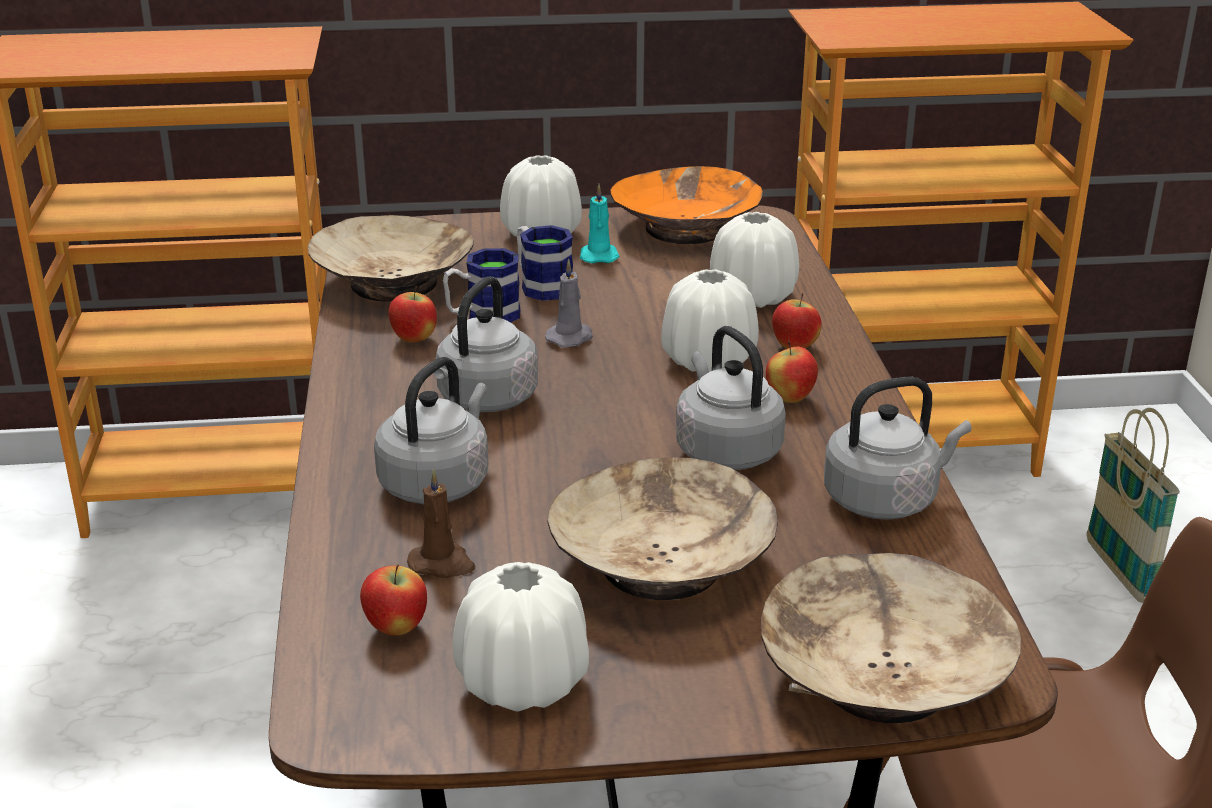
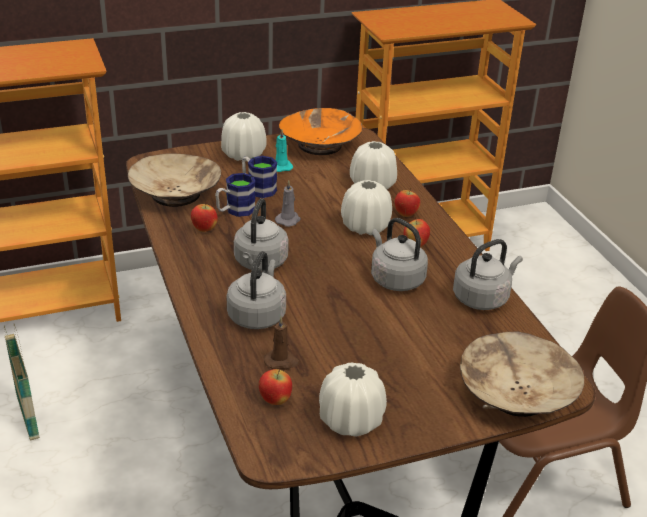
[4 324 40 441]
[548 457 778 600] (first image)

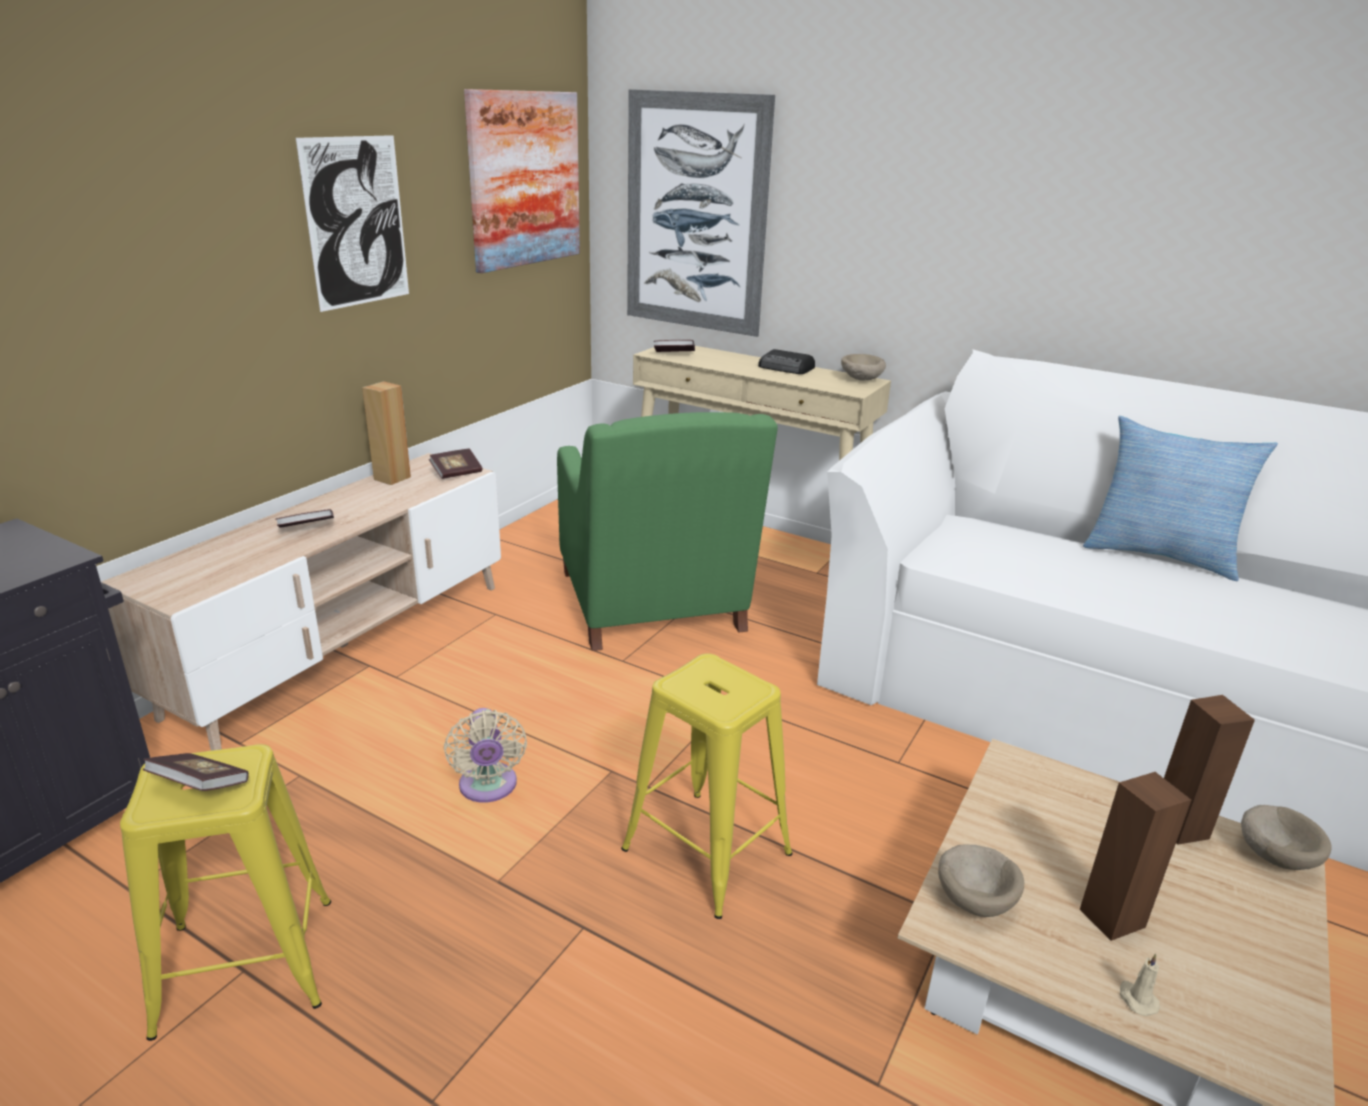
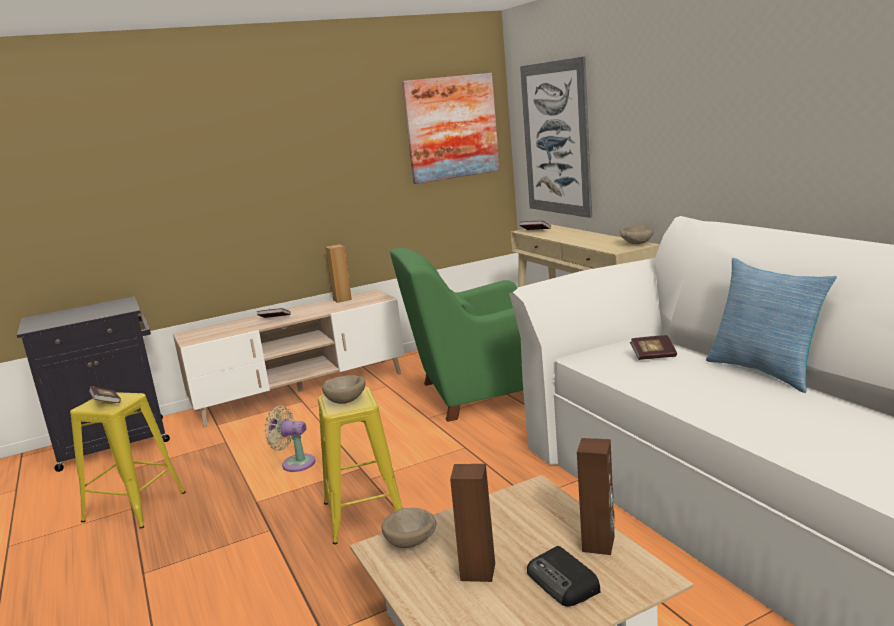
[296 135 409 312] (first image)
[527 546 600 607]
[390 248 523 422]
[630 335 677 360]
[264 405 315 472]
[322 375 366 404]
[1120 954 1160 1016] (first image)

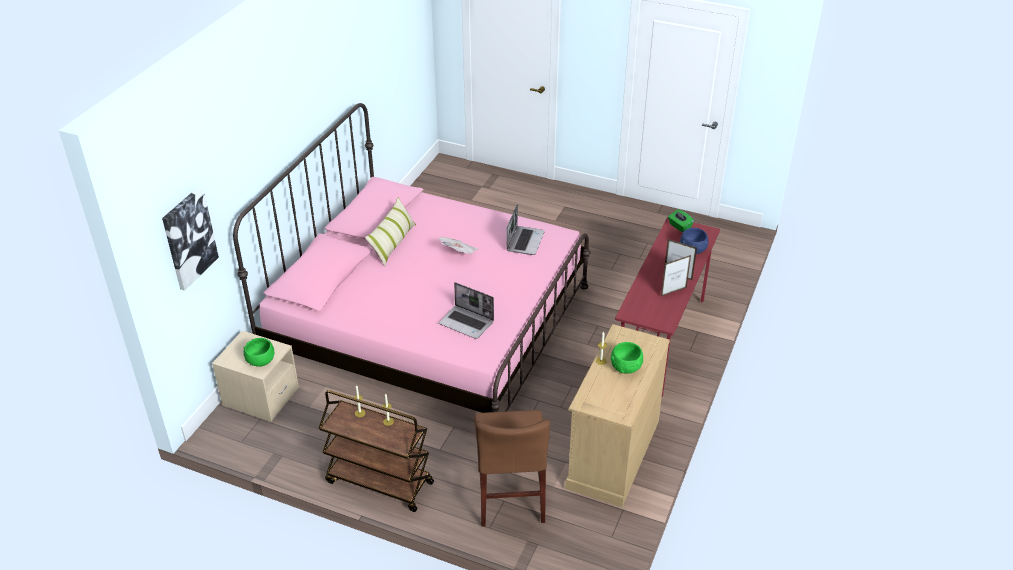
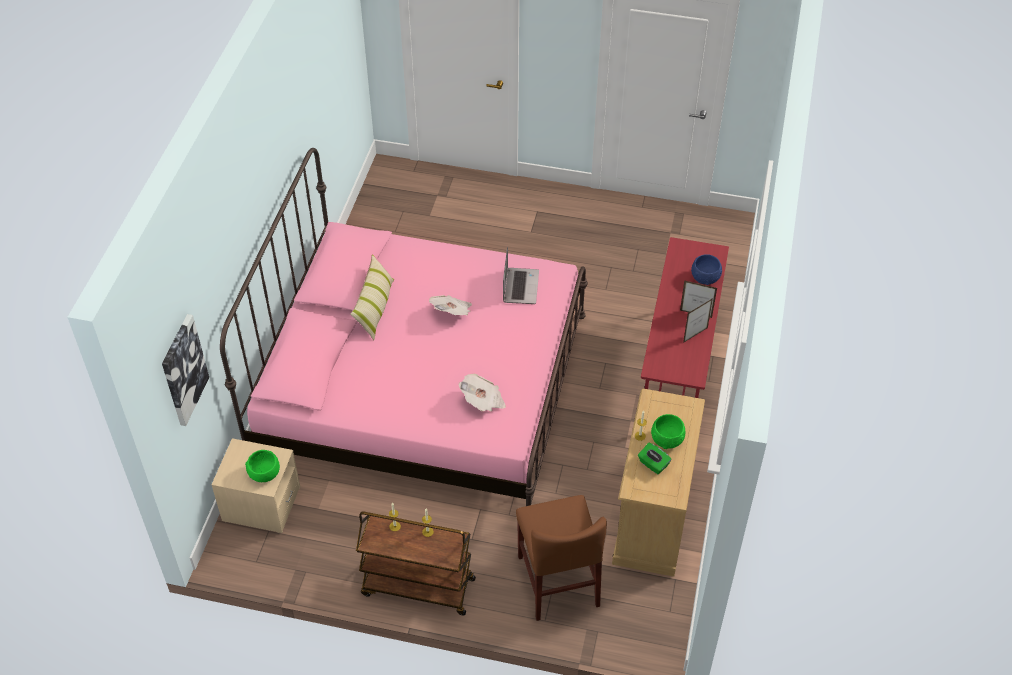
[638 443 671 474]
[459 374 506 412]

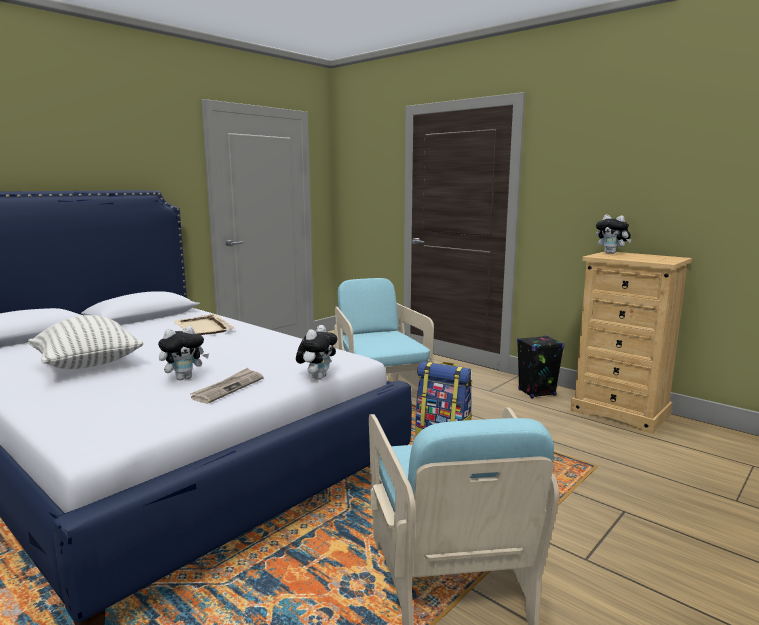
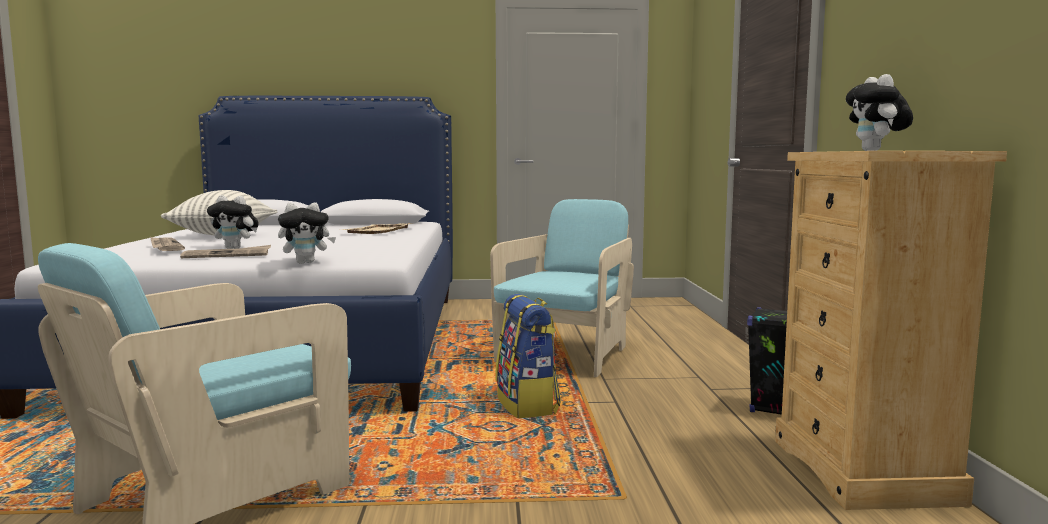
[150 236 185 251]

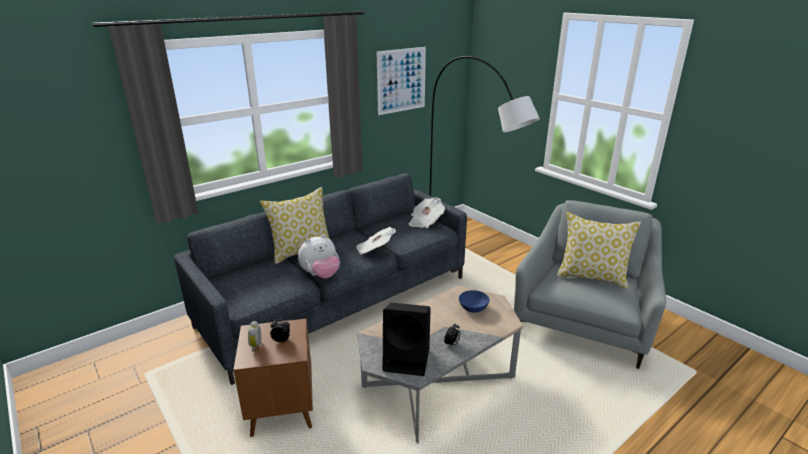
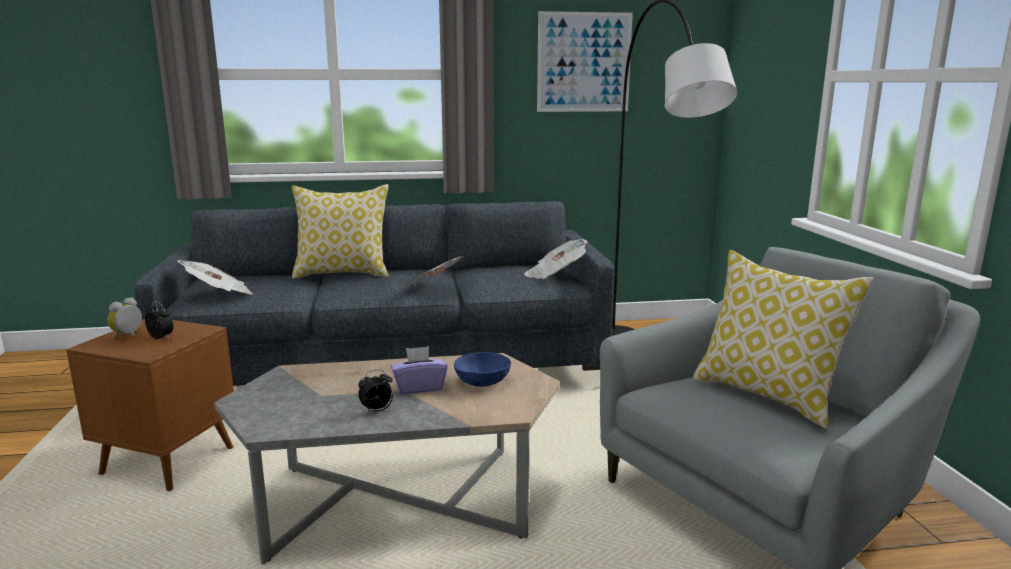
[298 234 340 278] (first image)
[383 303 431 376] (first image)
[177 260 253 294]
[391 346 448 395]

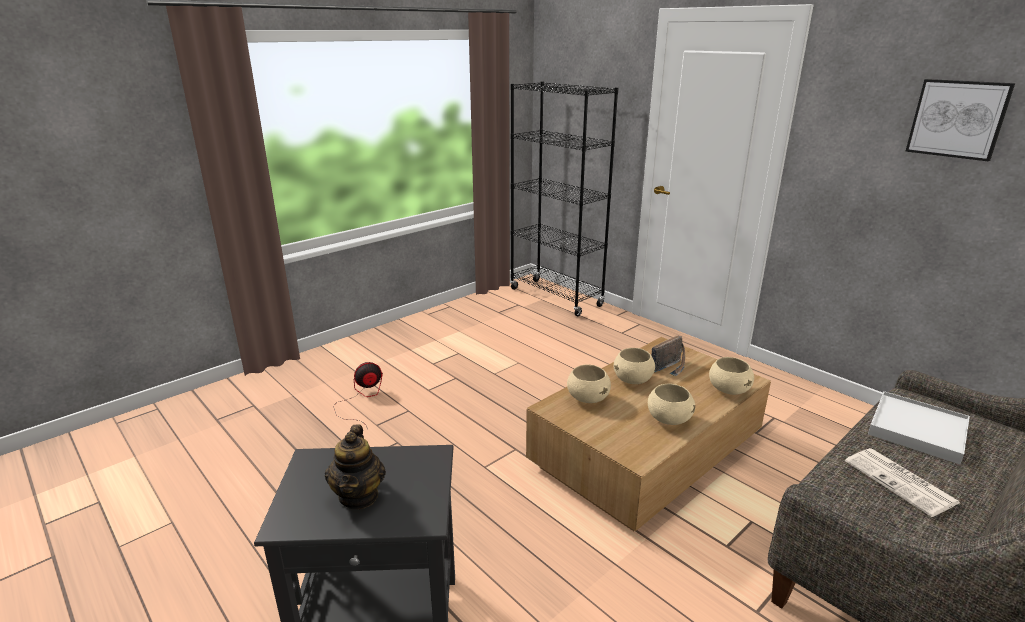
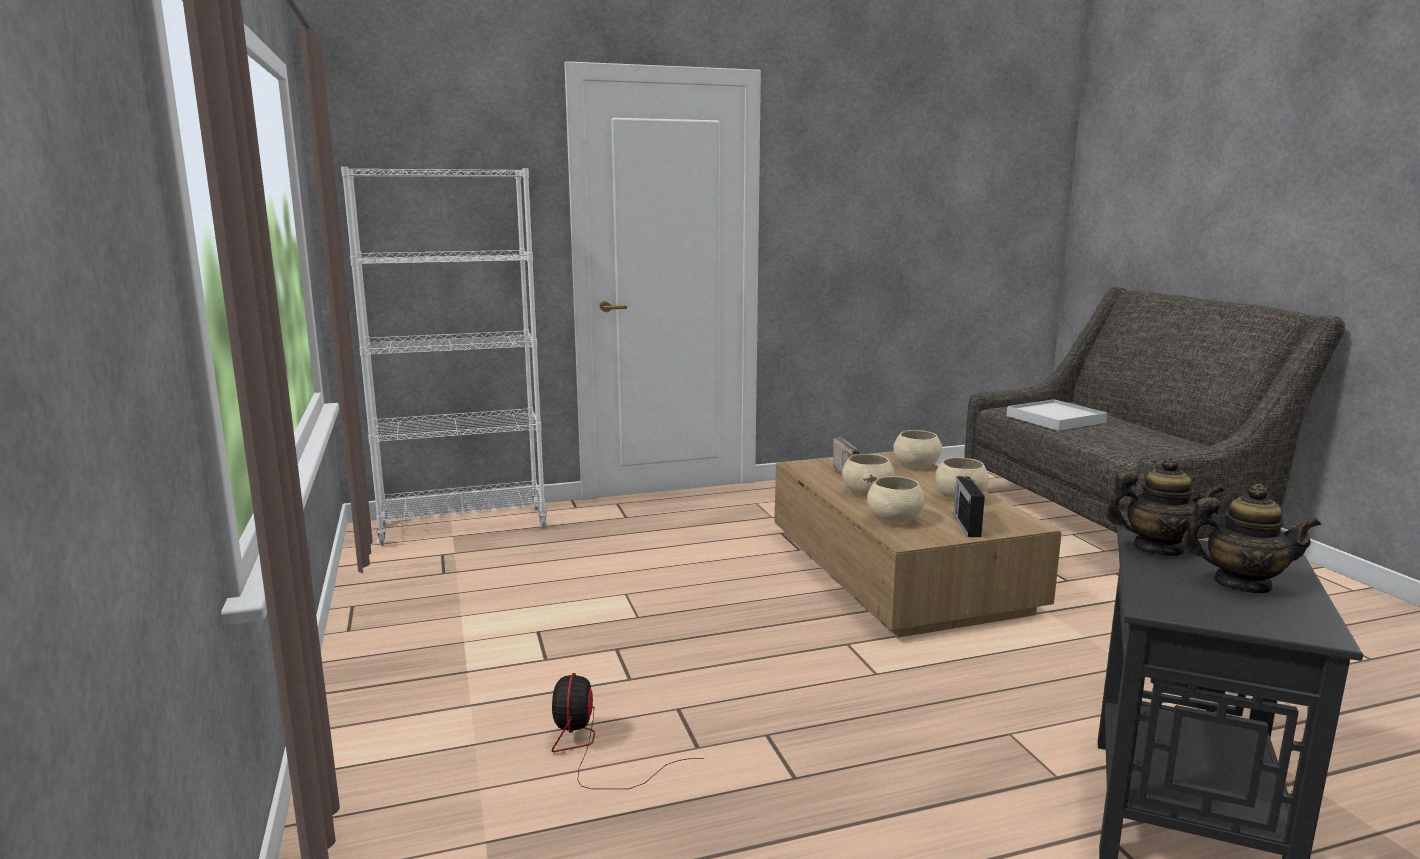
[905 79 1015 162] (first image)
[341 167 548 546]
[845 448 960 517] (first image)
[1105 457 1225 556]
[954 476 985 537]

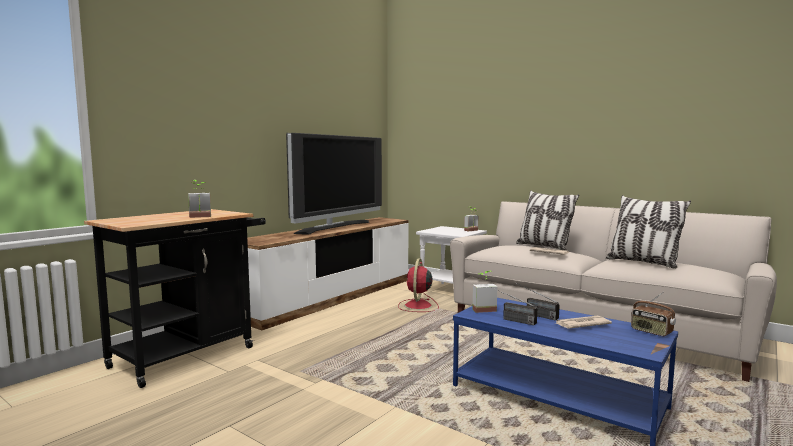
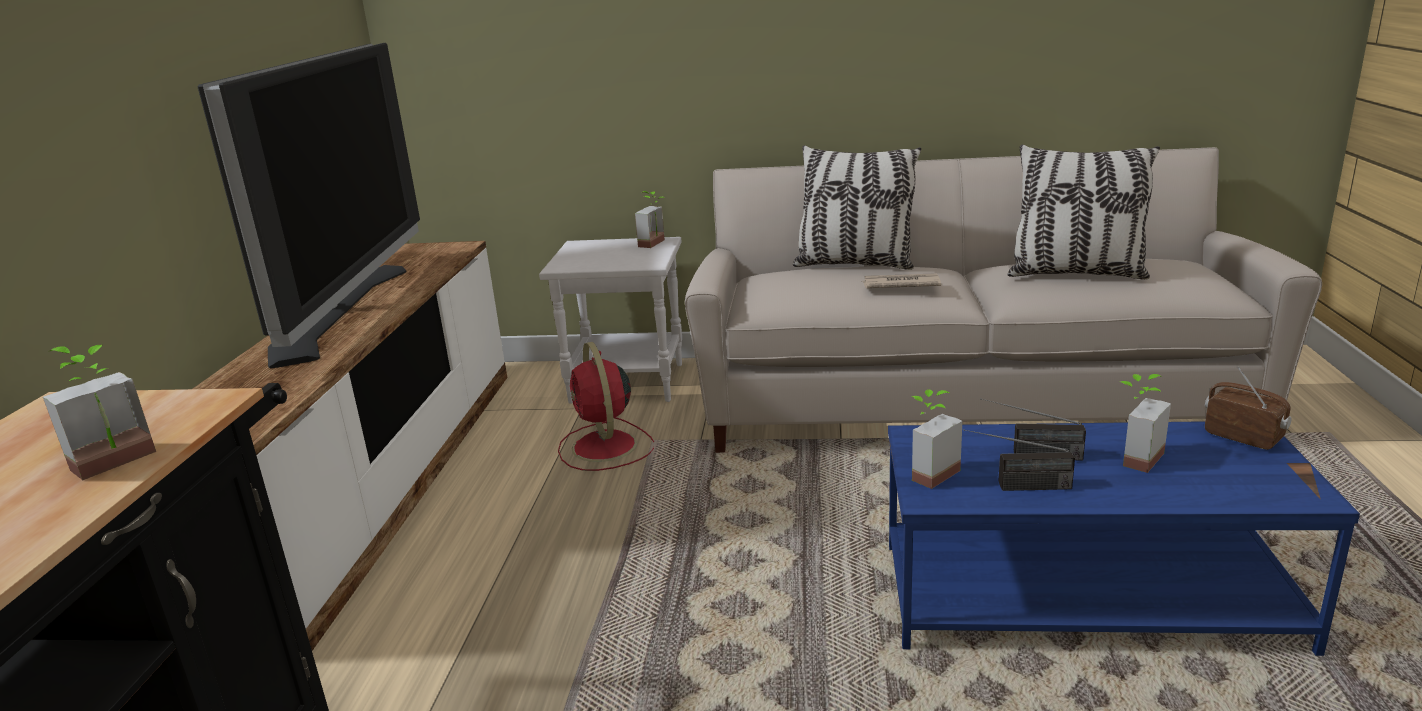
[1205 367 1292 450]
[1121 374 1171 473]

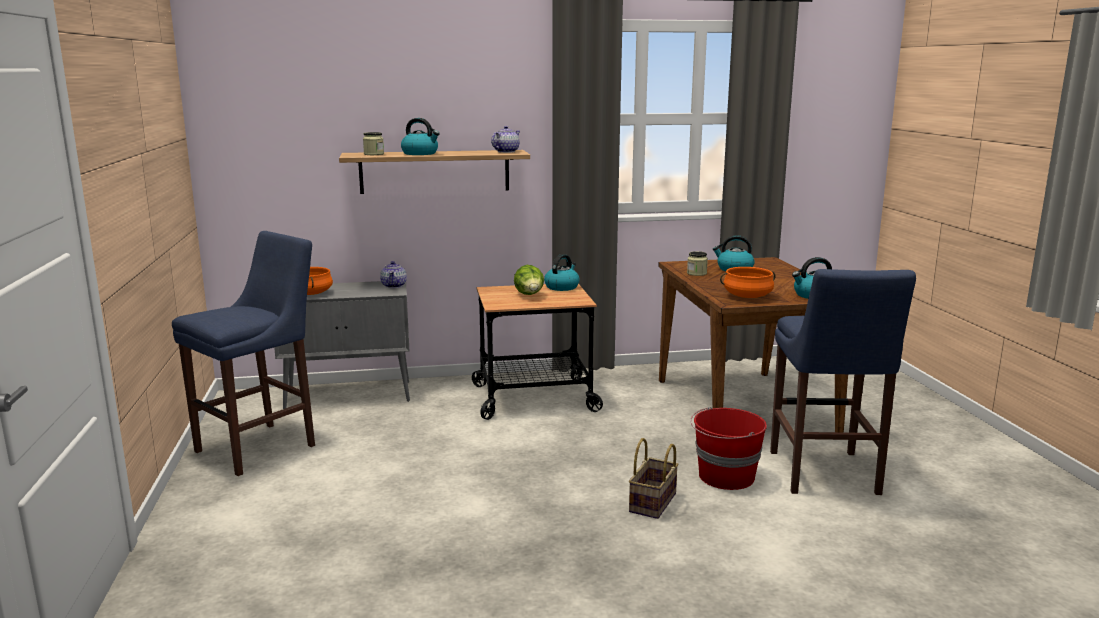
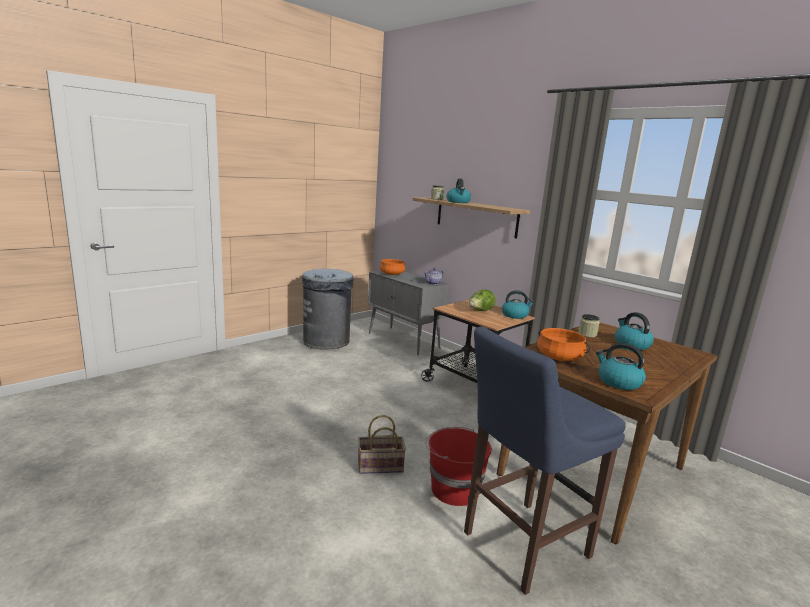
[491 126 520 153] (first image)
[302 269 354 350]

